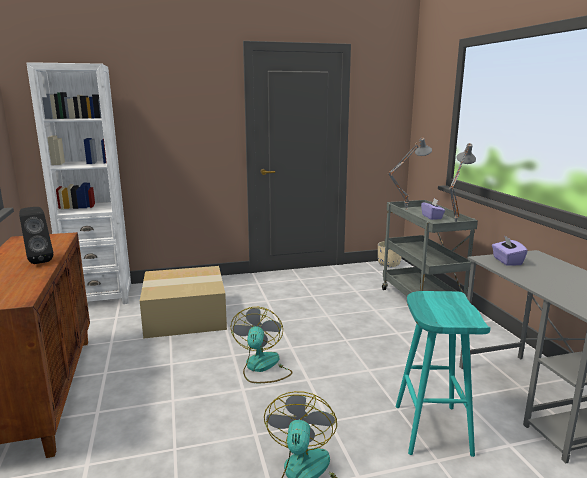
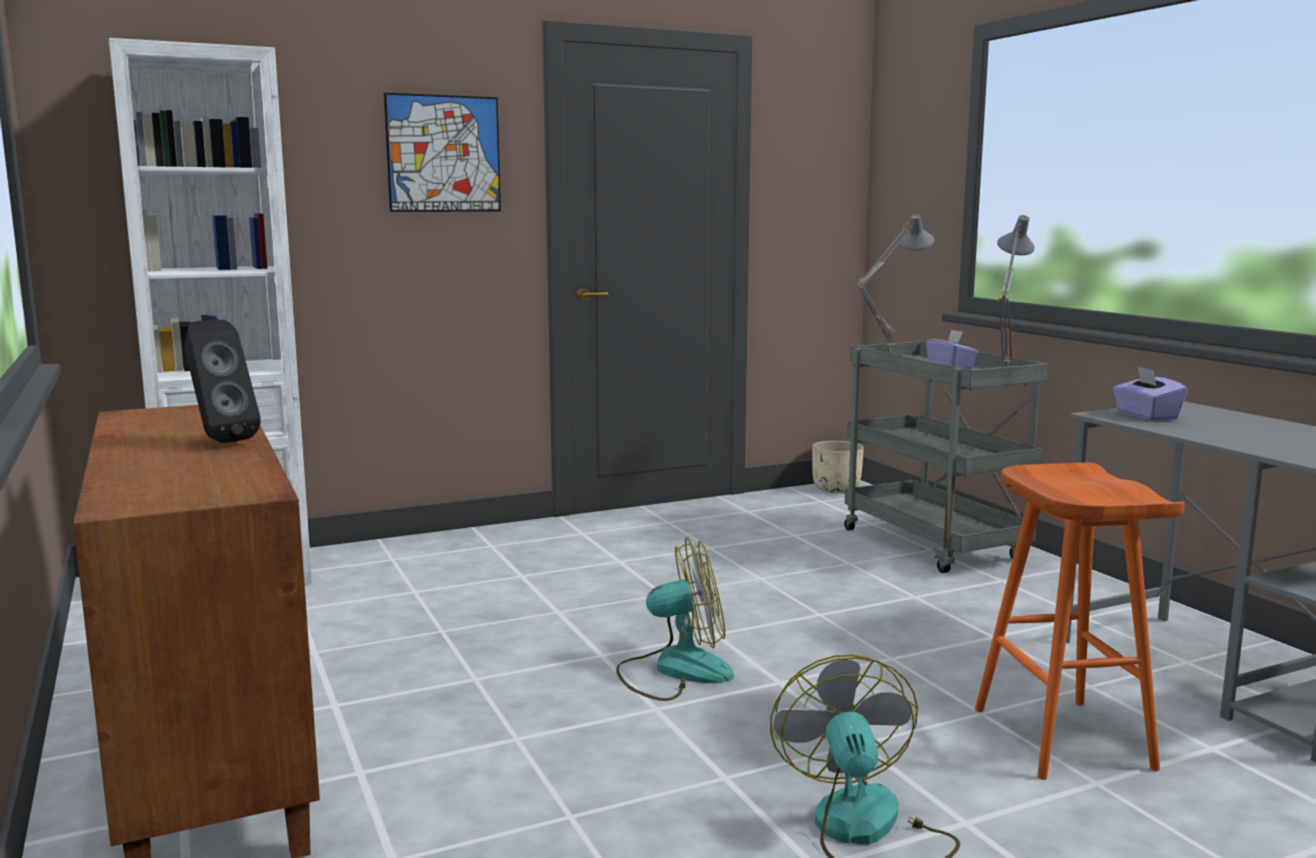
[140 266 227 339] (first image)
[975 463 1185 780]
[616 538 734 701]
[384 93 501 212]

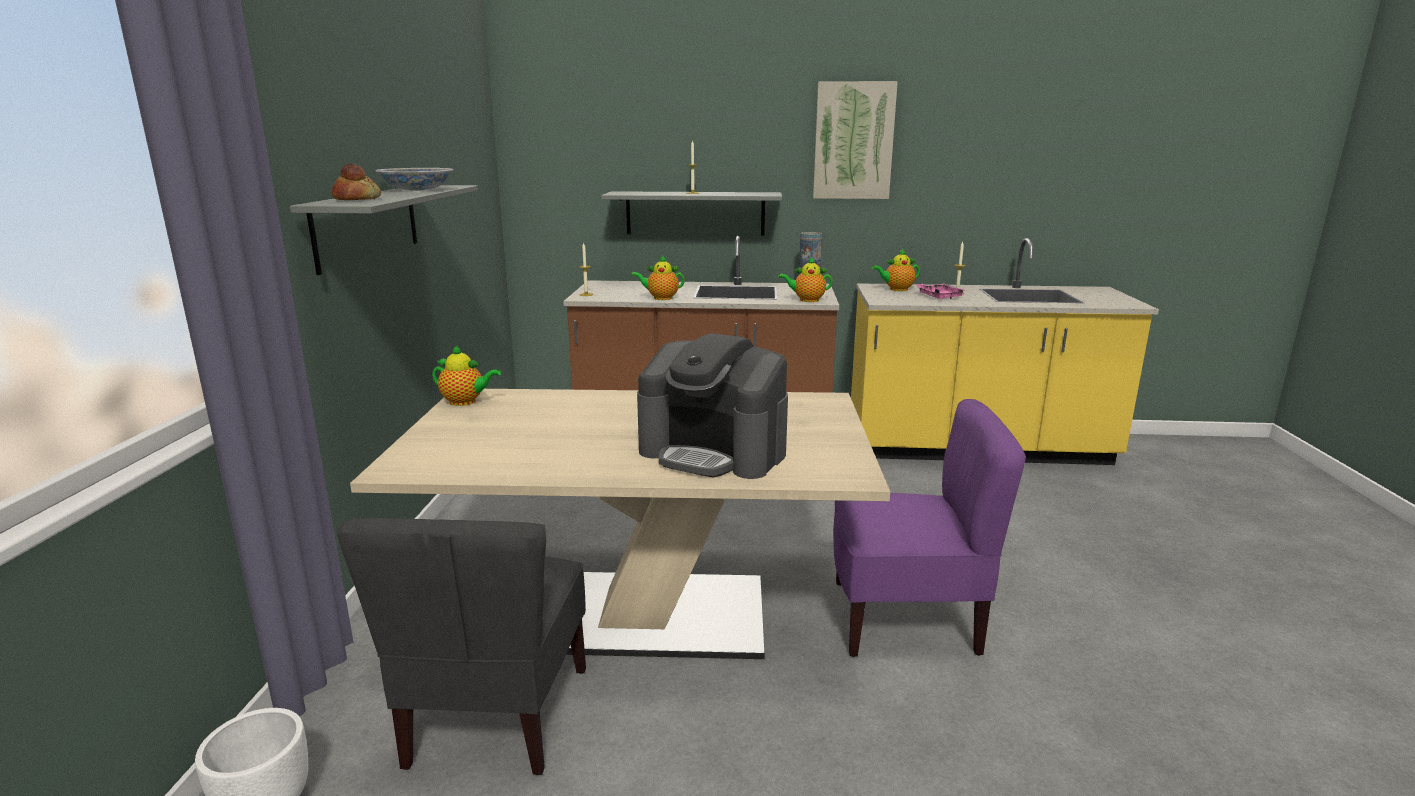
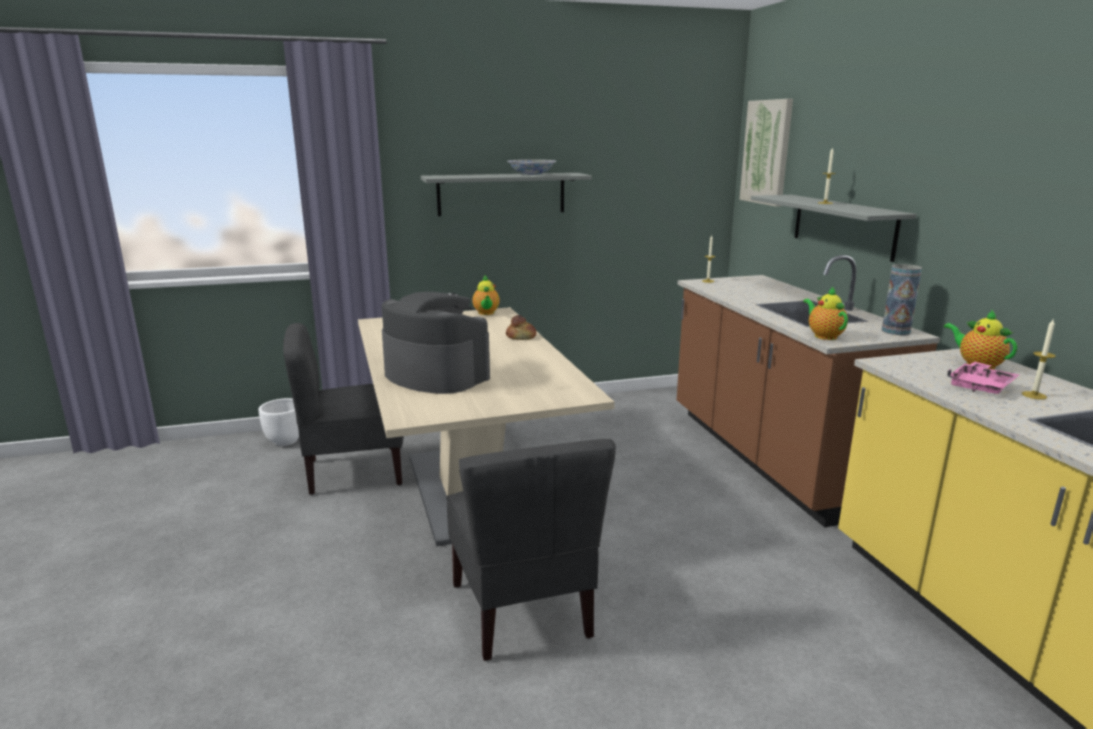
[739 99 793 207]
[506 315 537 340]
[631 255 685 300] (first image)
[382 292 490 394]
[446 439 616 661]

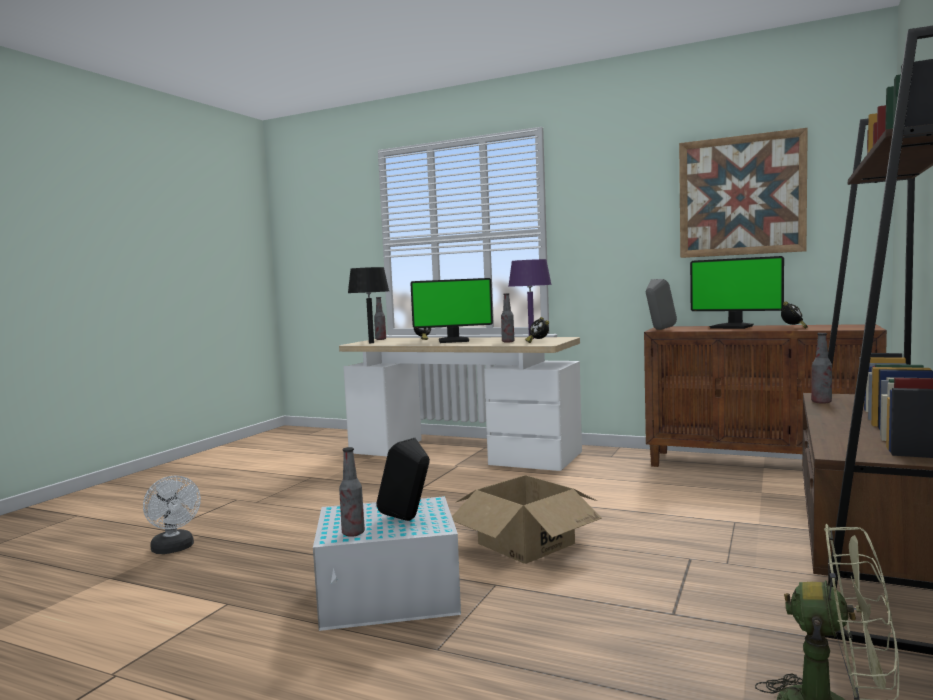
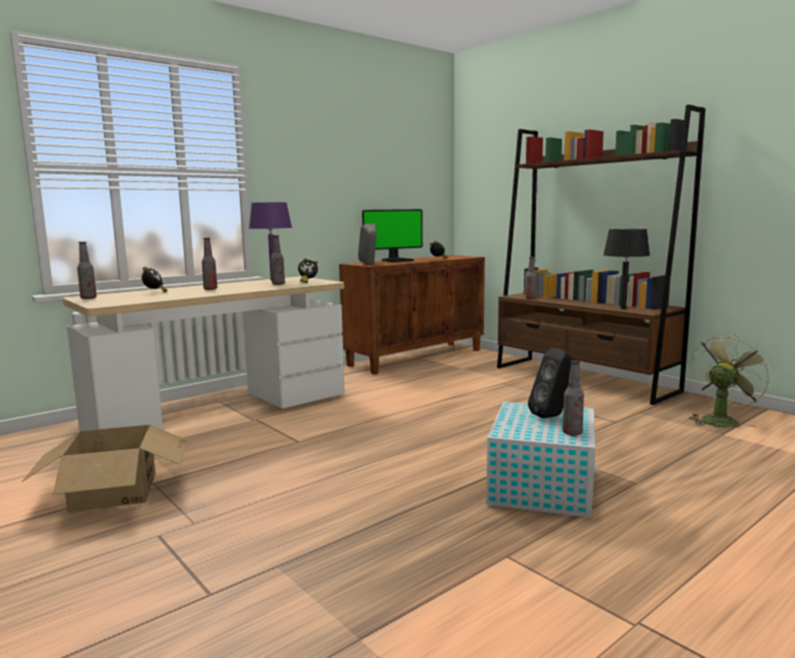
[679 128 808 258] (first image)
[603 229 650 309]
[202 238 217 290]
[22 425 187 512]
[143 476 201 554] (first image)

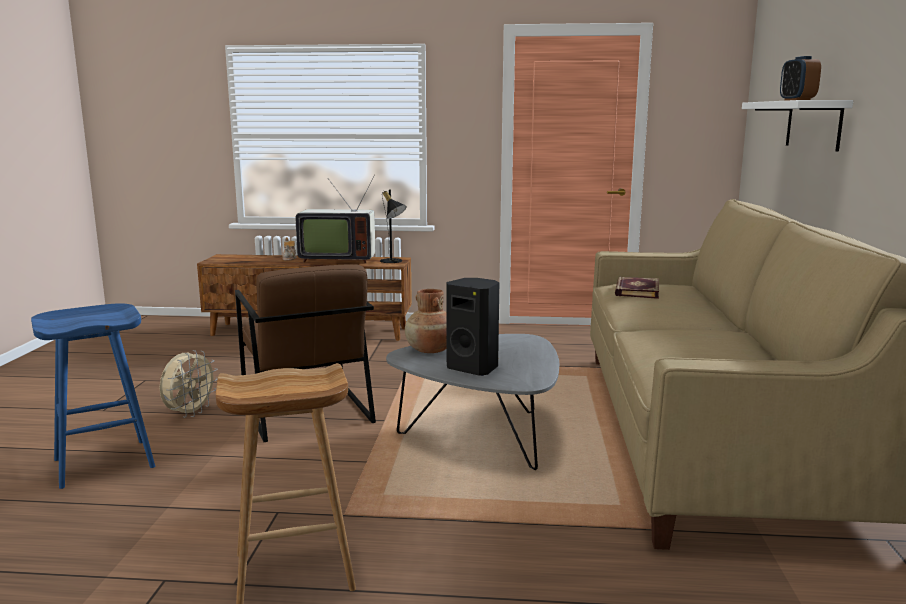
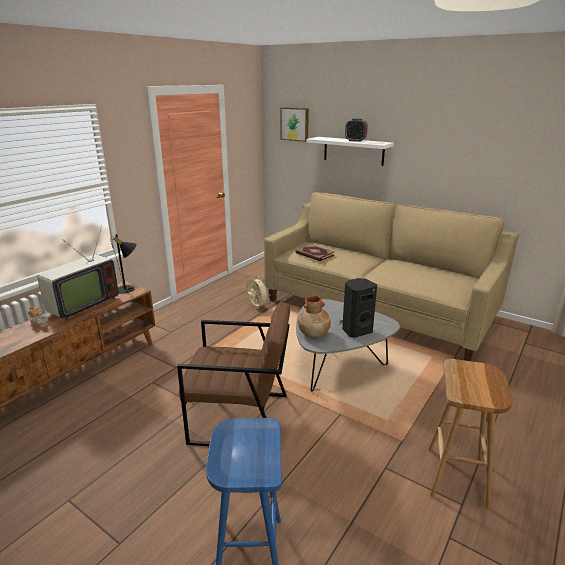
[247 275 271 308]
[281 107 309 142]

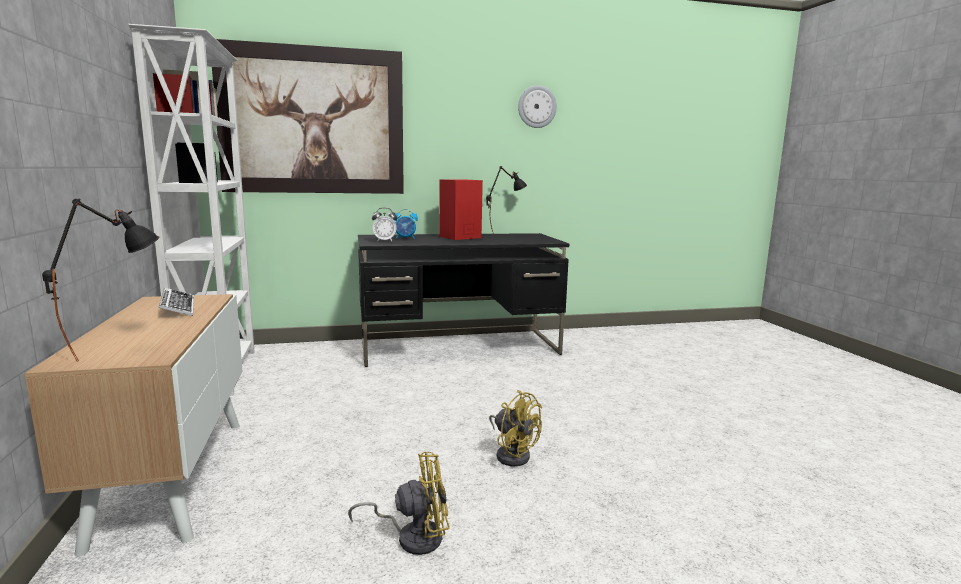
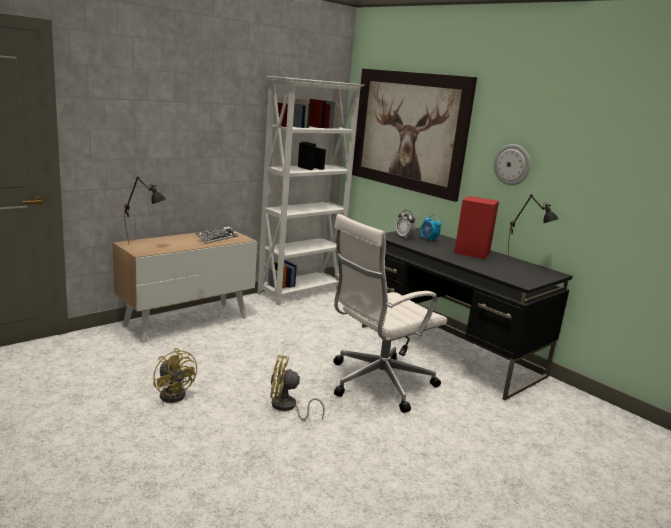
[494 144 531 186]
[270 355 325 420]
[333 214 447 413]

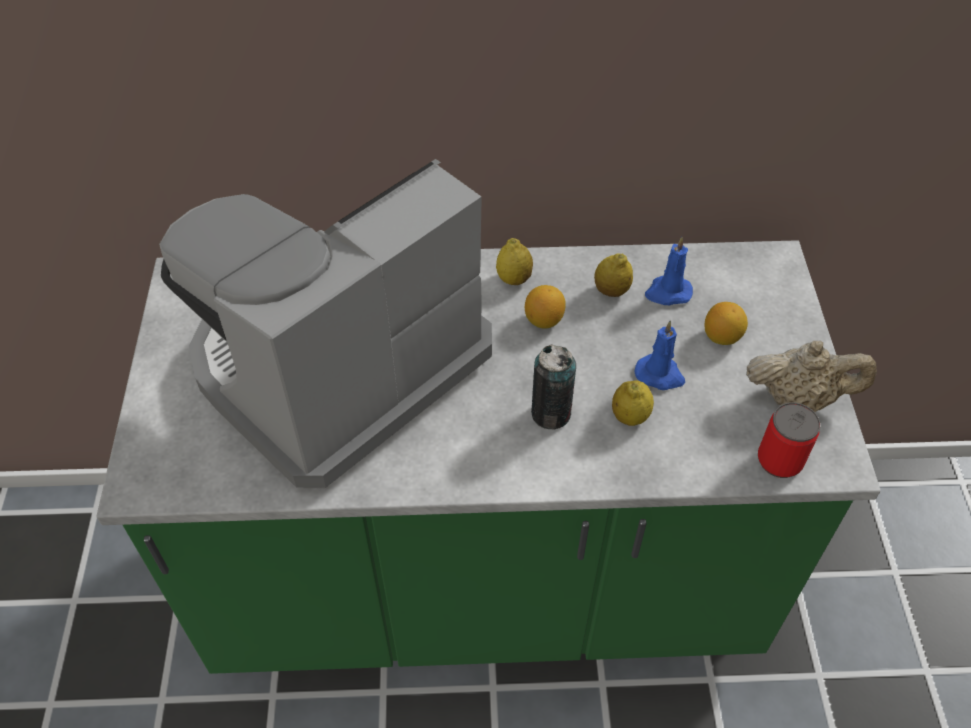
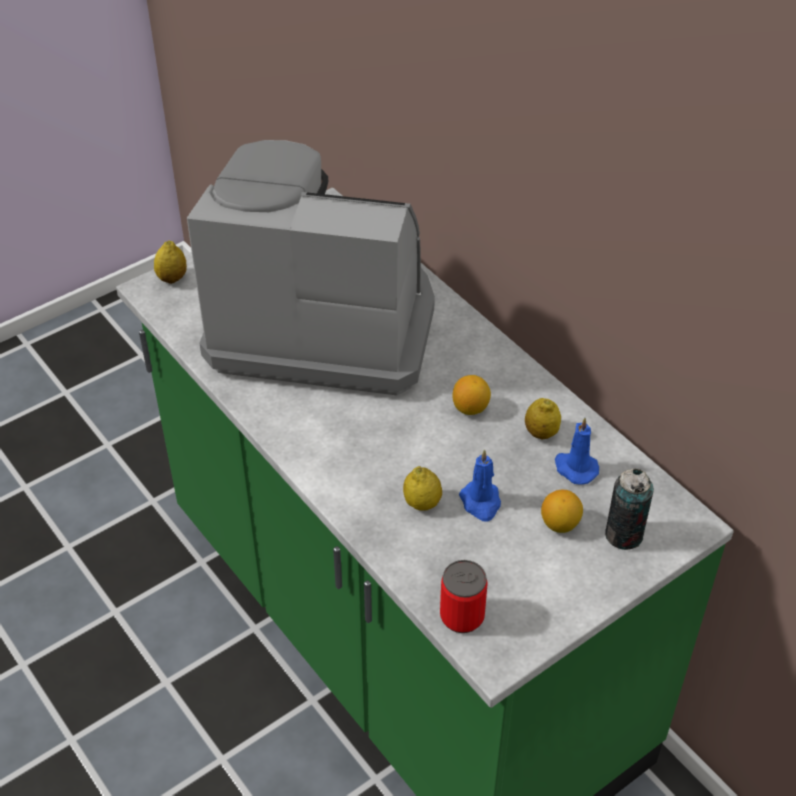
[154 241 187 284]
[746 341 877 412] (first image)
[605 469 654 550]

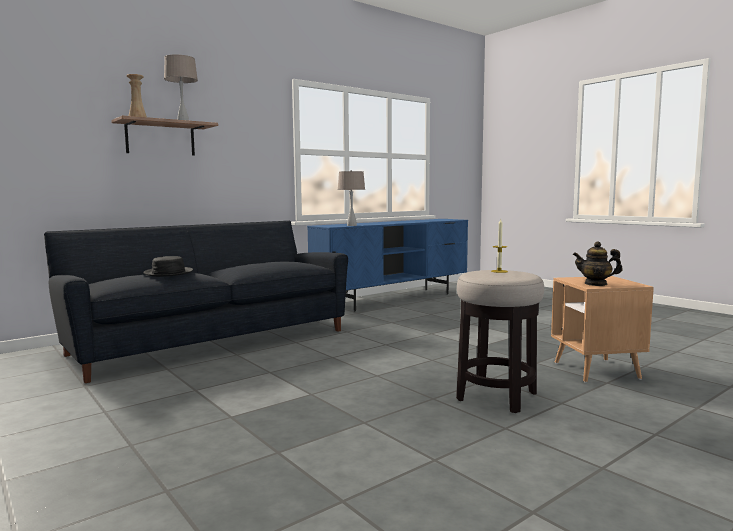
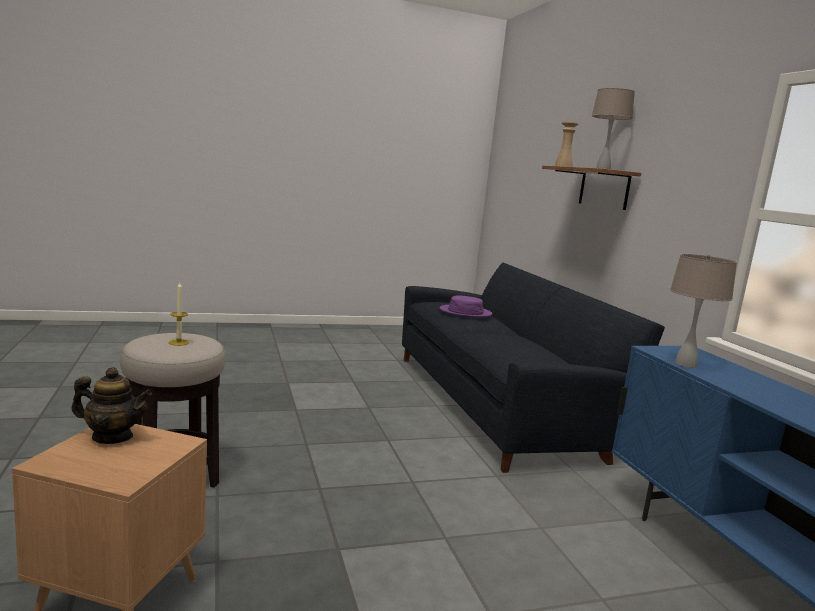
[71 367 152 444]
[440 296 492 317]

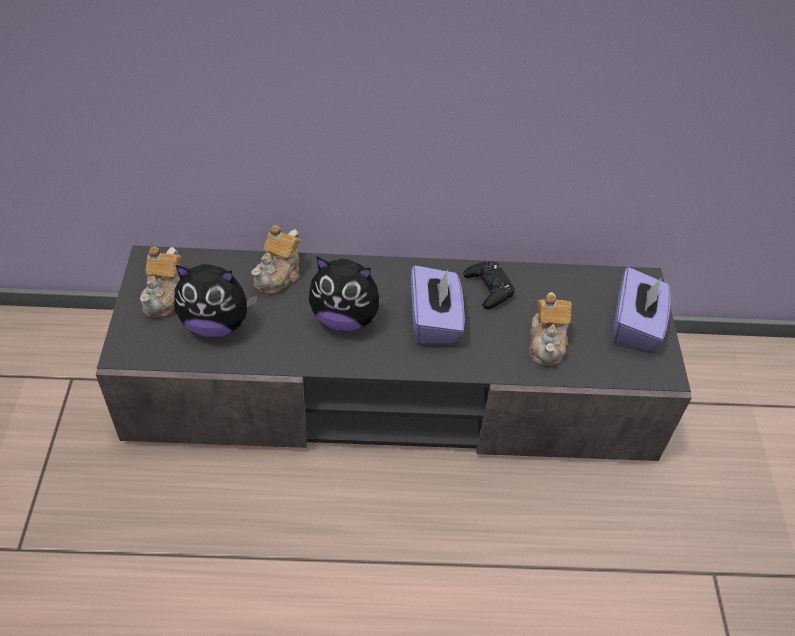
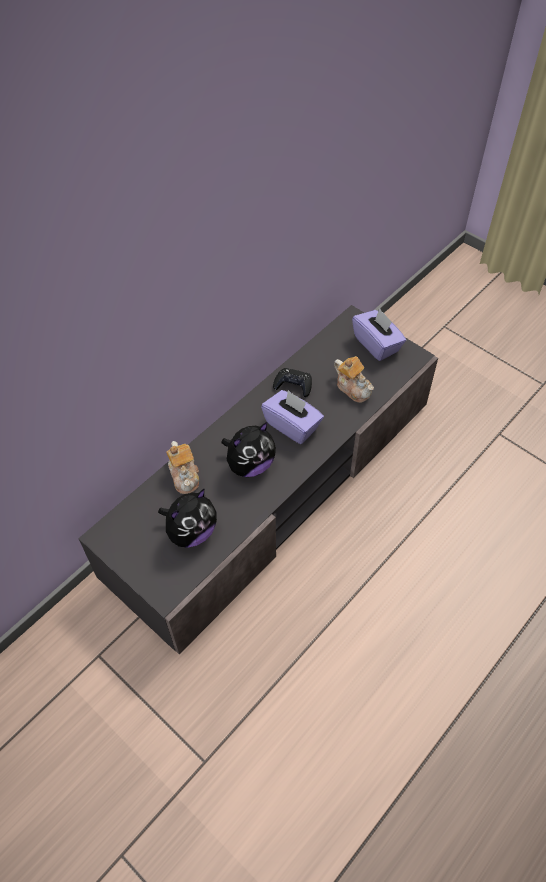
[140 247 181 318] (first image)

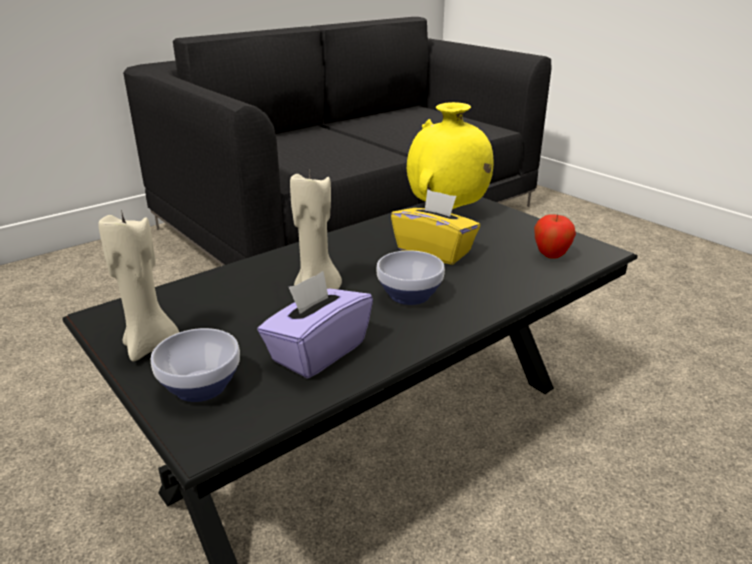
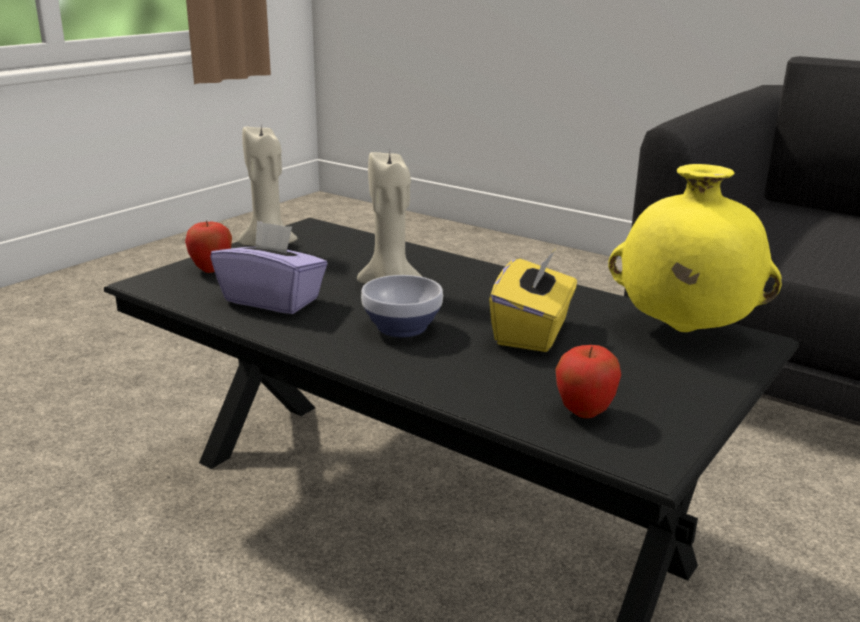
[185 220 232 273]

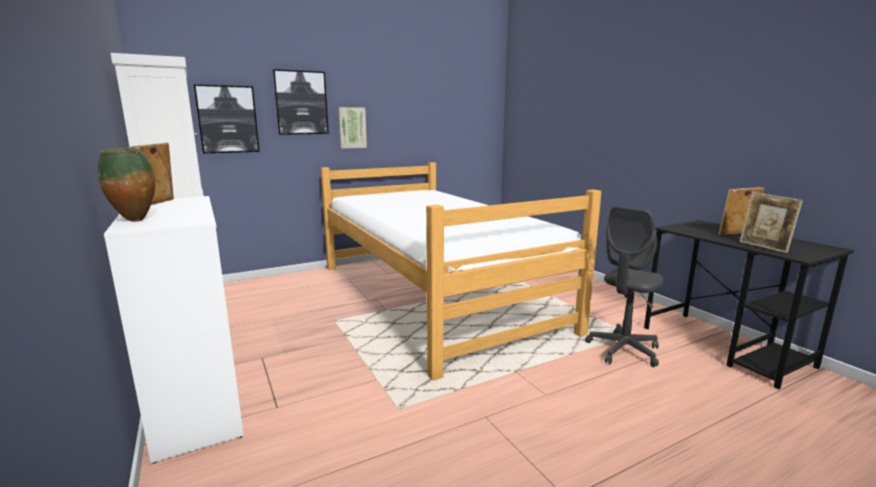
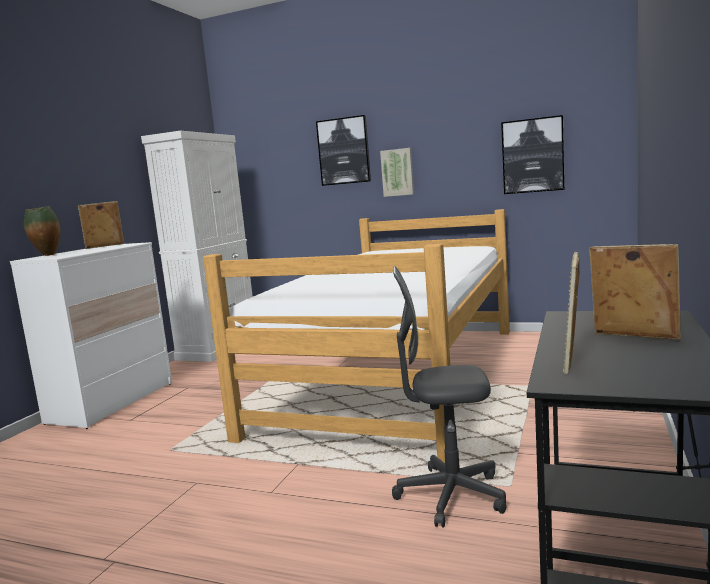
[501 115 565 194]

